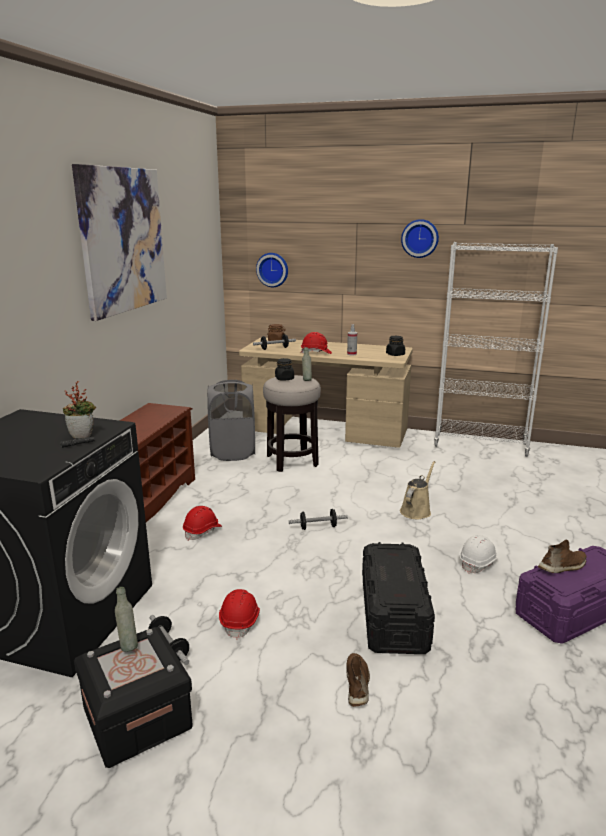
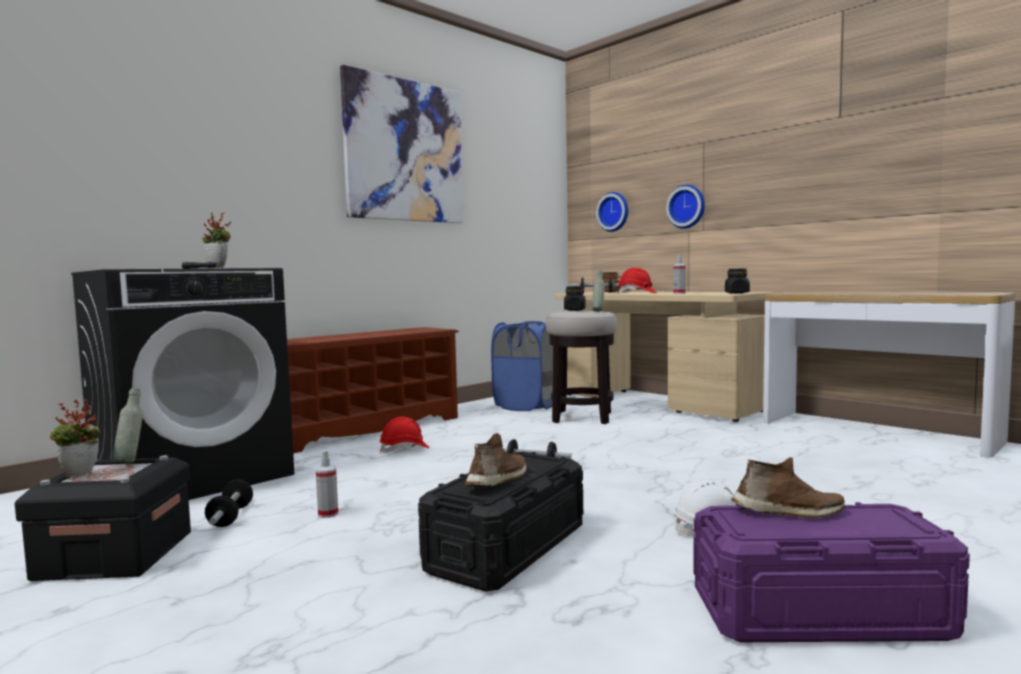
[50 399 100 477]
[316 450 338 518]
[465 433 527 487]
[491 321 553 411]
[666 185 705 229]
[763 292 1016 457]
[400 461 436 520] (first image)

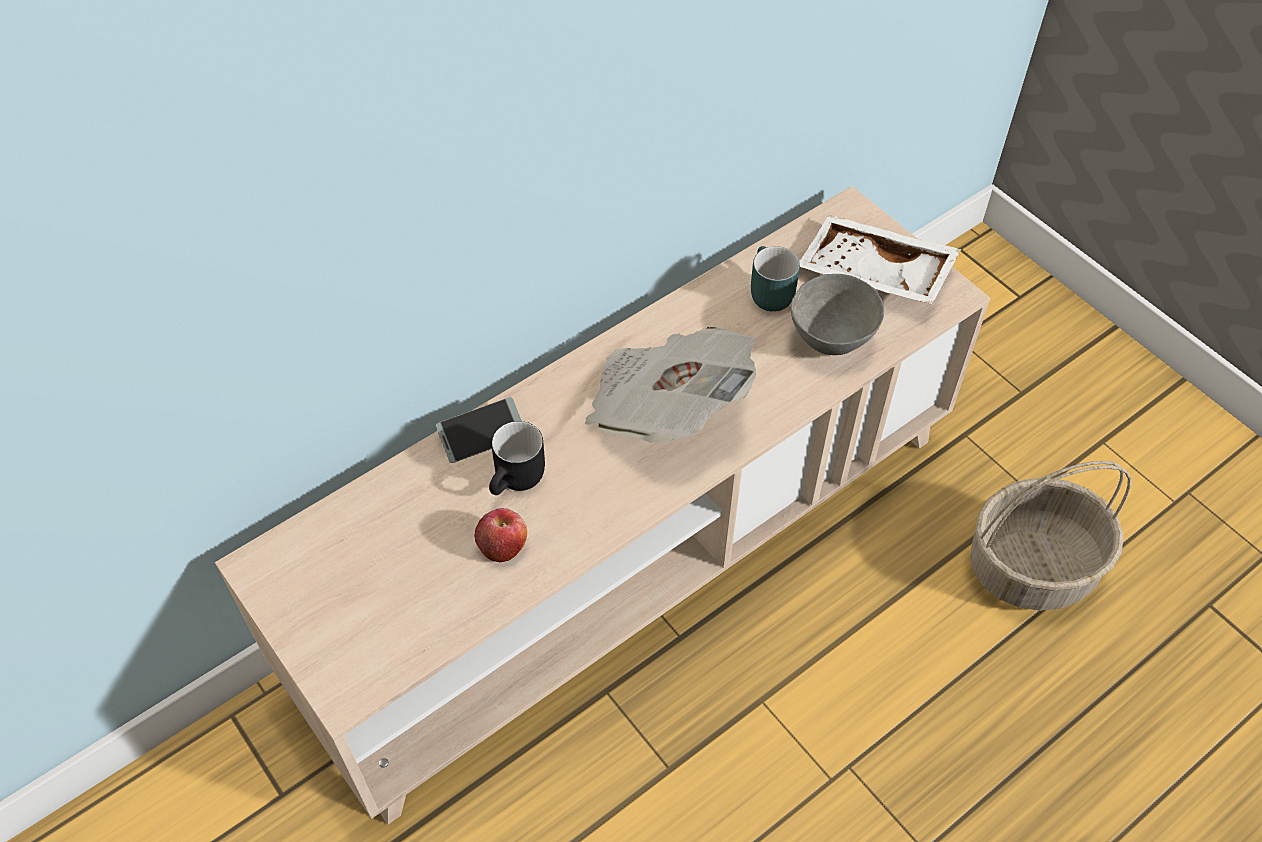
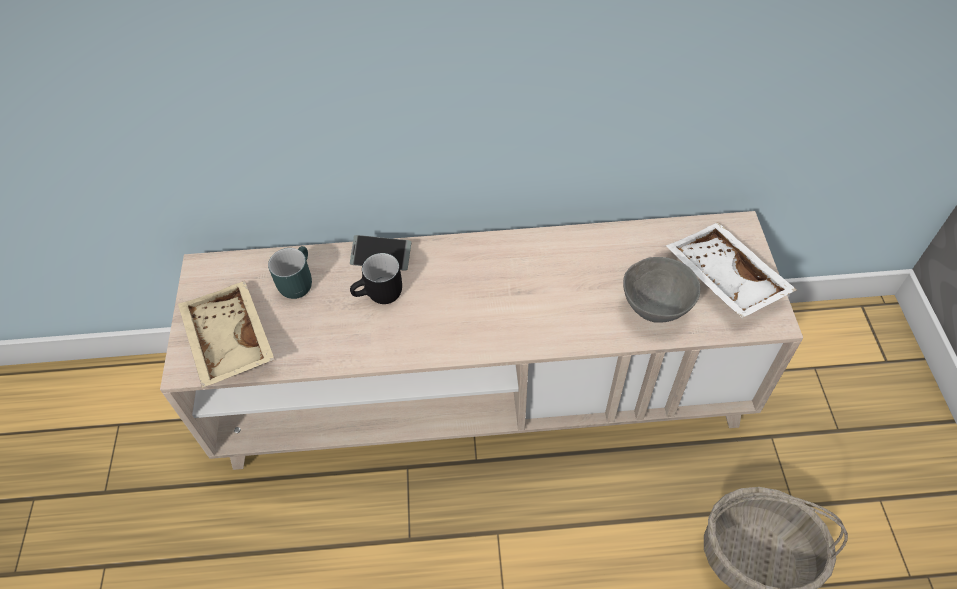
[178 281 275 388]
[268 246 312 299]
[474 508 527 562] (first image)
[585 326 756 443] (first image)

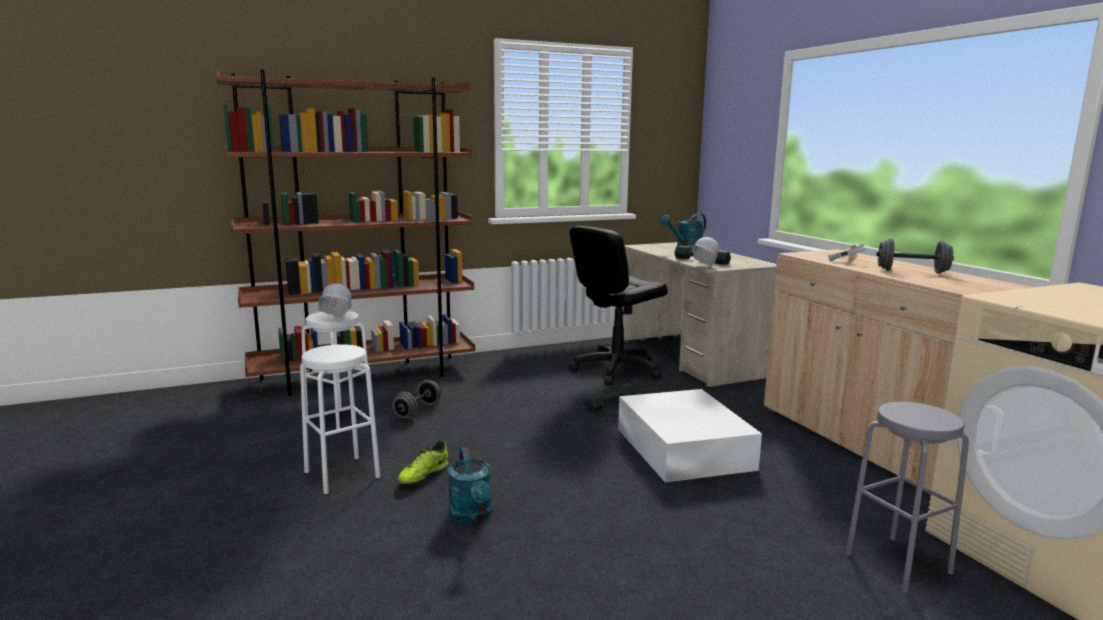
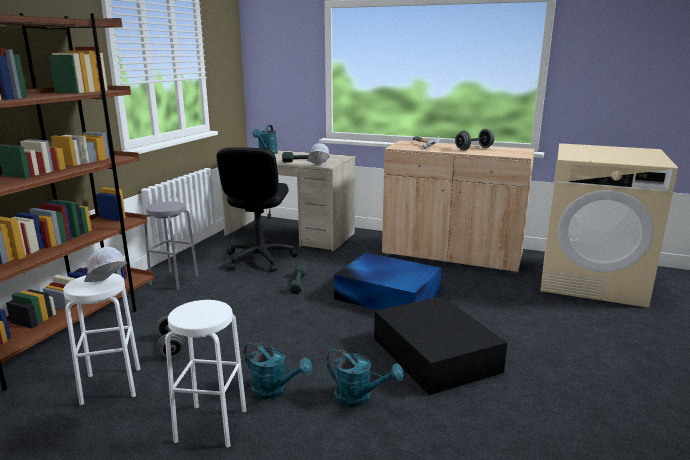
[144 201 198 289]
[244 342 312 399]
[334 253 442 310]
[374 296 507 395]

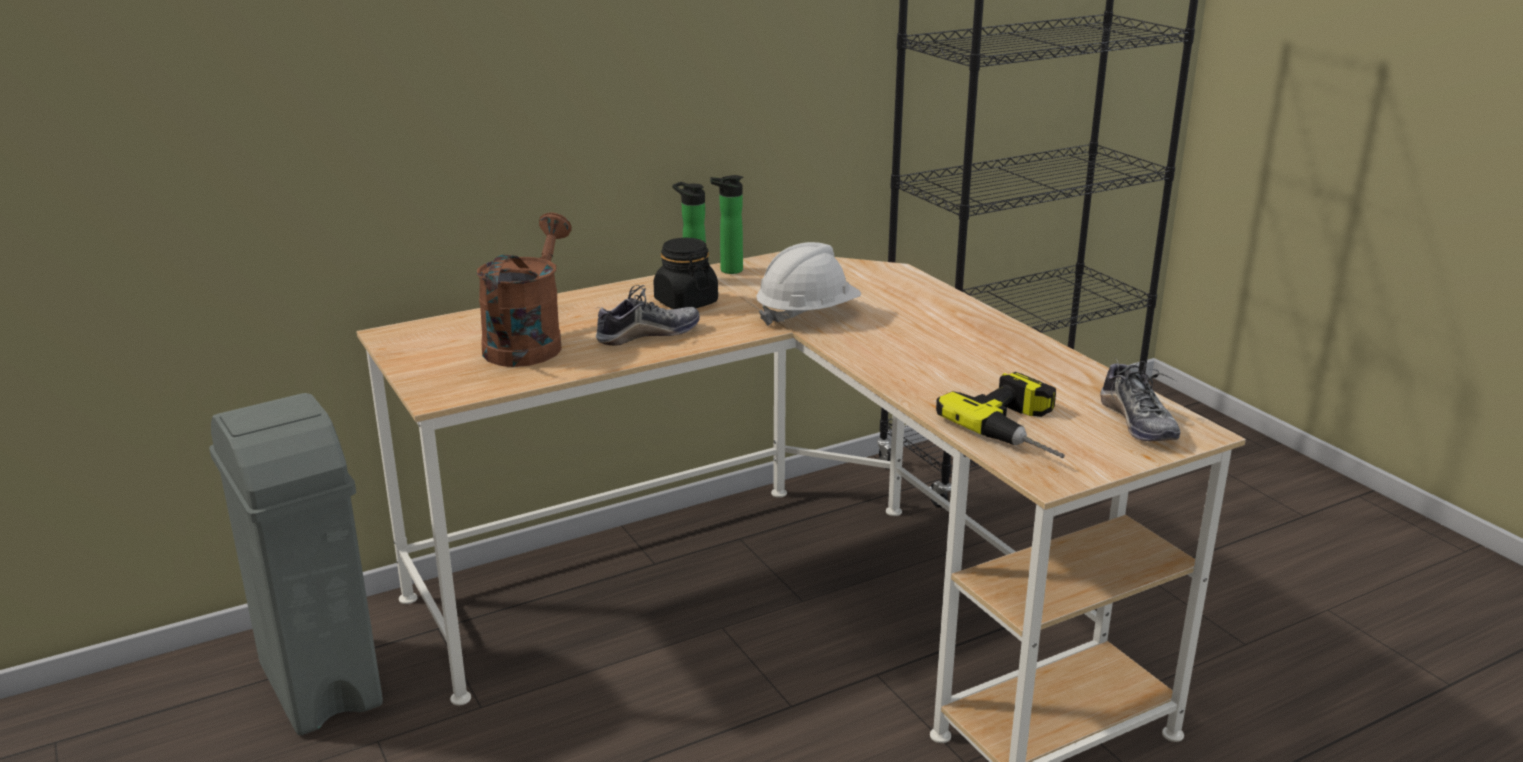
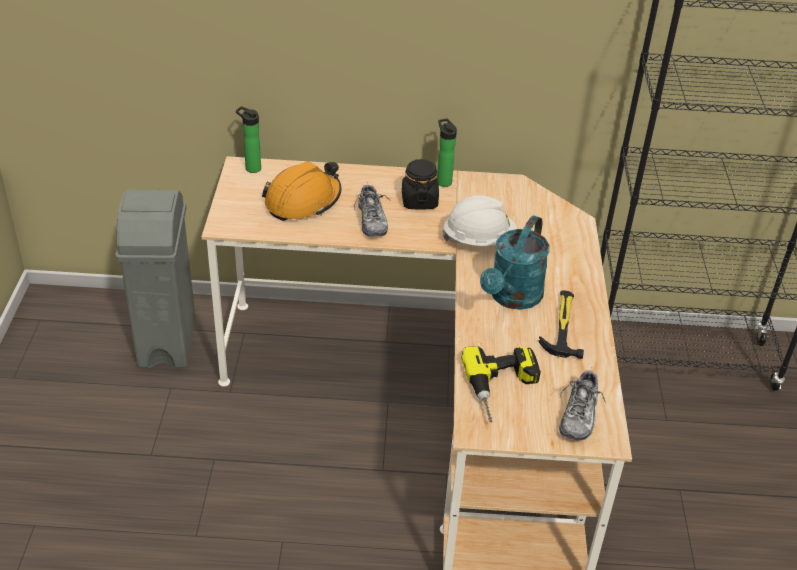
[236 106 261 173]
[262 161 341 221]
[354 182 391 237]
[480 215 550 310]
[538 290 584 359]

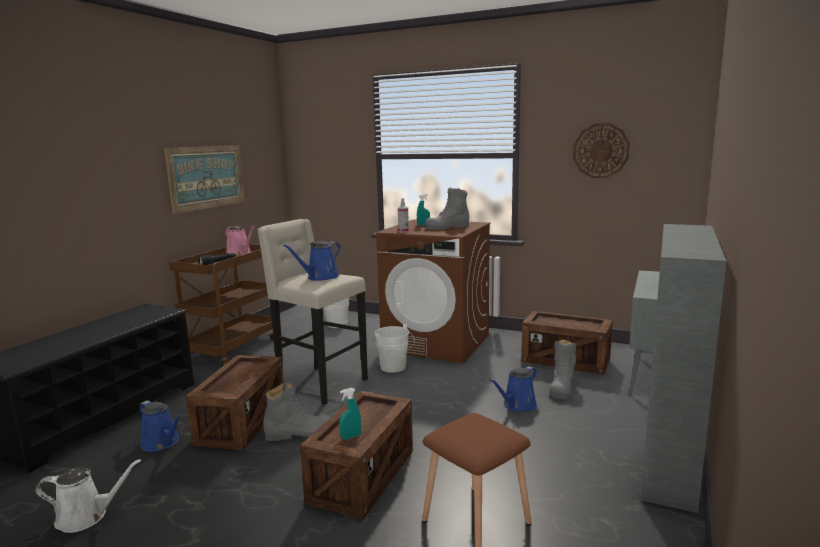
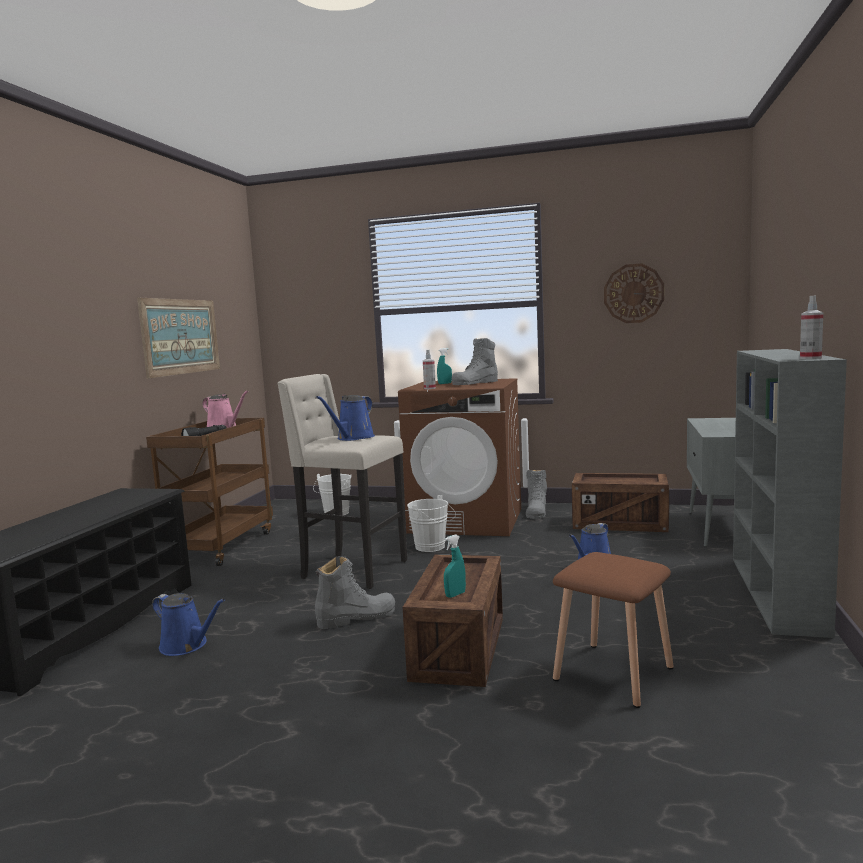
[526 470 547 519]
[800 295 823 359]
[35 459 141 533] (first image)
[186 355 284 450] (first image)

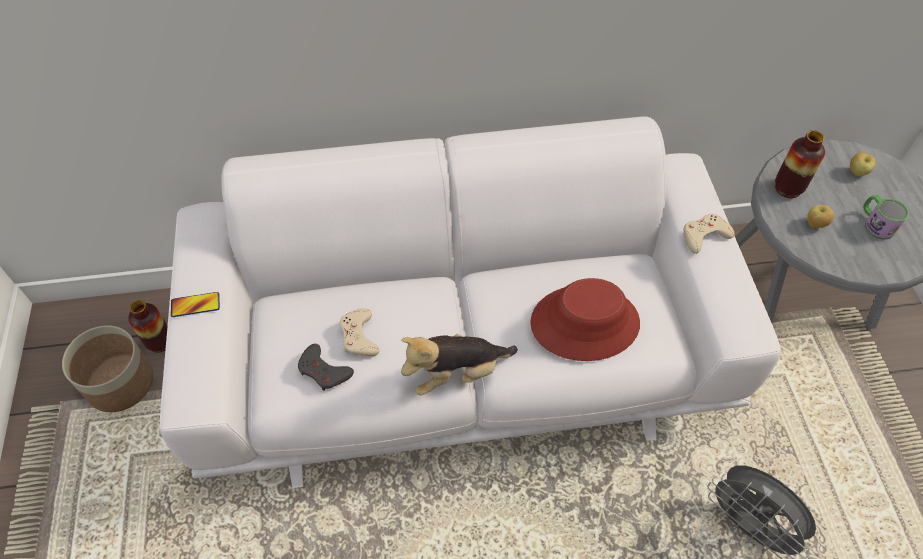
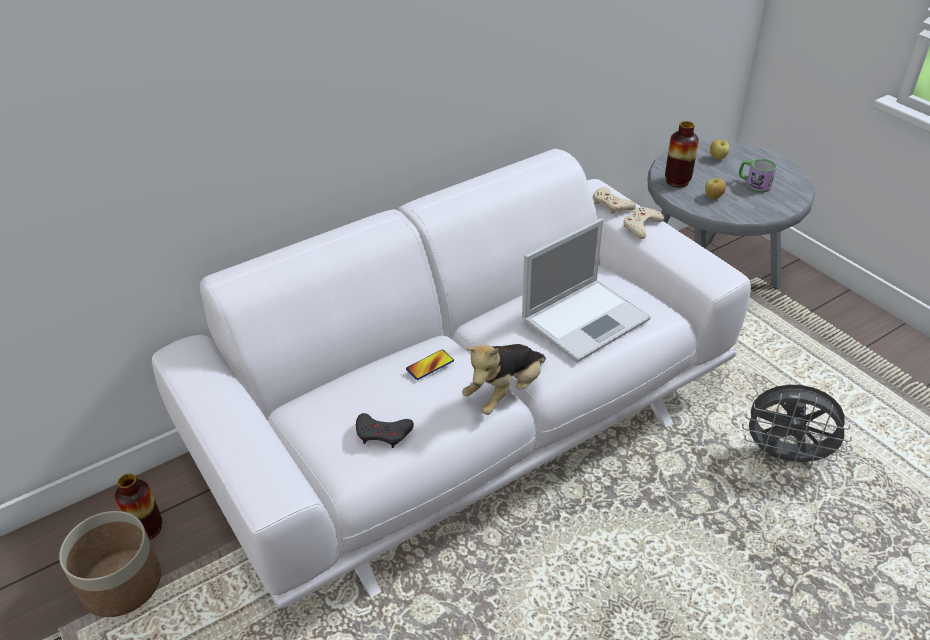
[406 349 454 380]
[522 218 651 362]
[593 187 636 214]

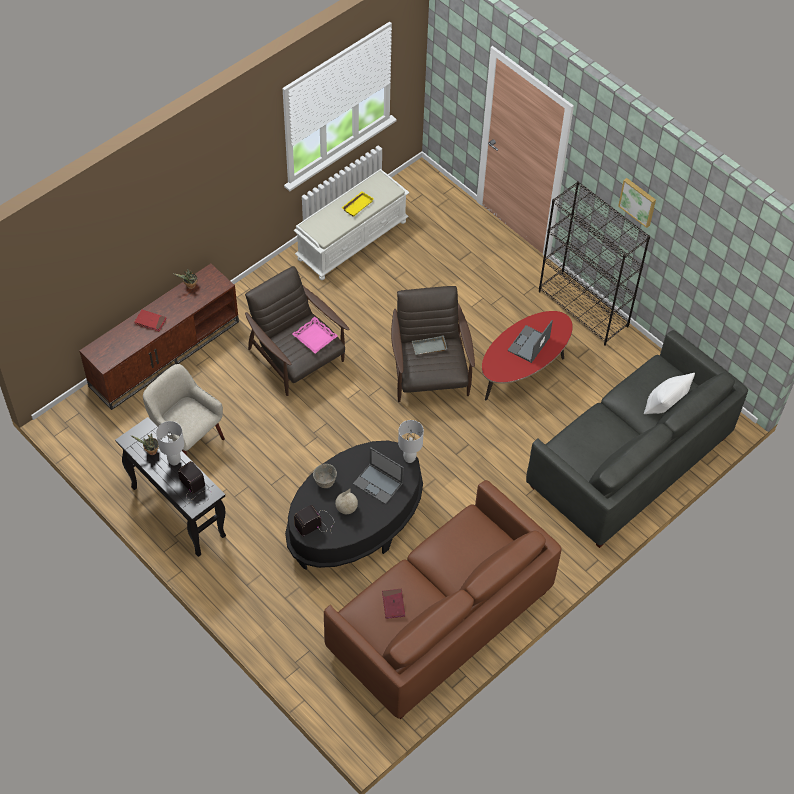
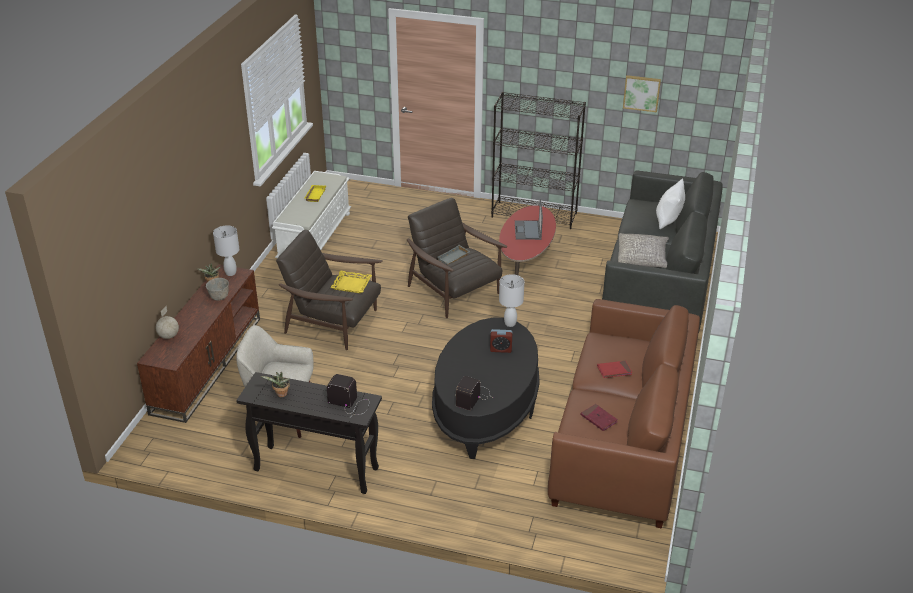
[156 306 179 339]
[206 278 229 301]
[213 226 239 276]
[330 270 372 293]
[490 329 512 353]
[597 361 632 378]
[618 233 669 268]
[623 75 661 112]

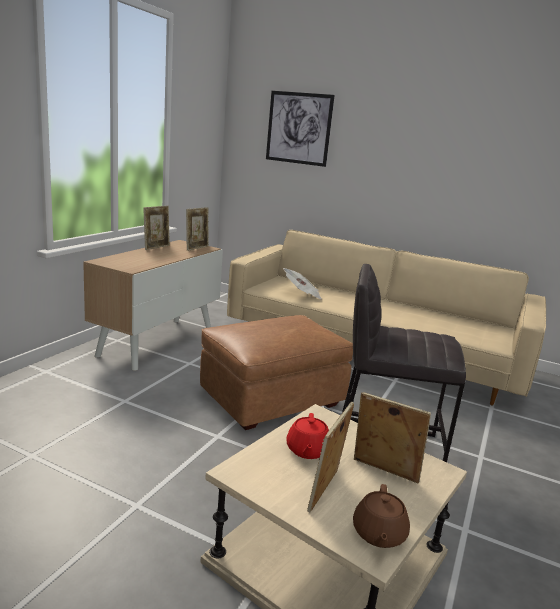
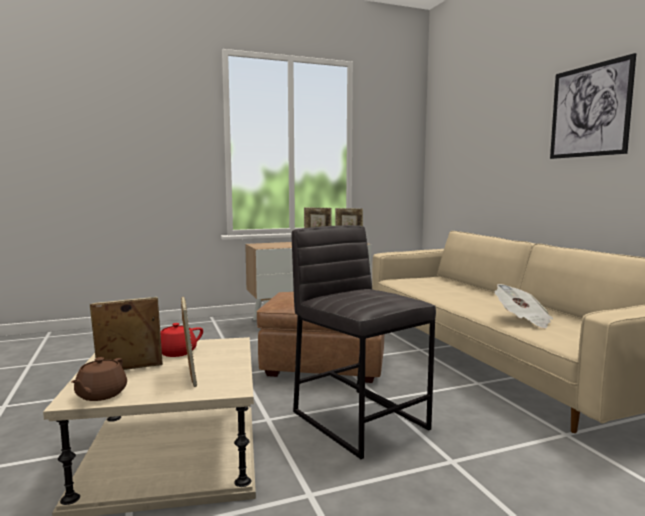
[72 357 127 401]
[495 284 553 328]
[550 53 636 159]

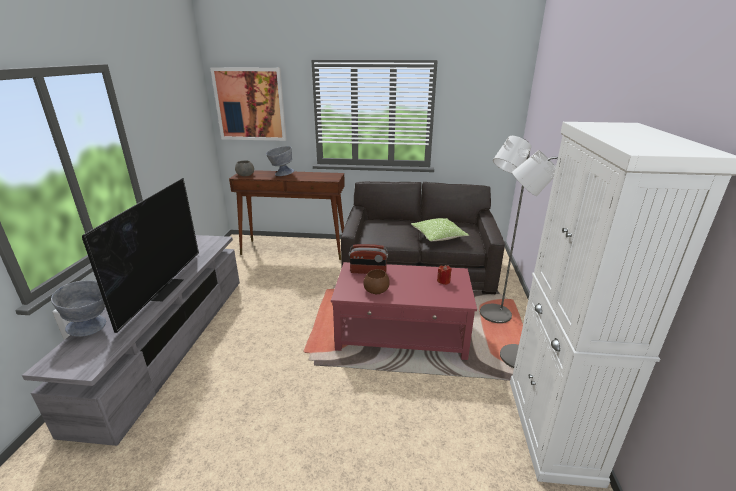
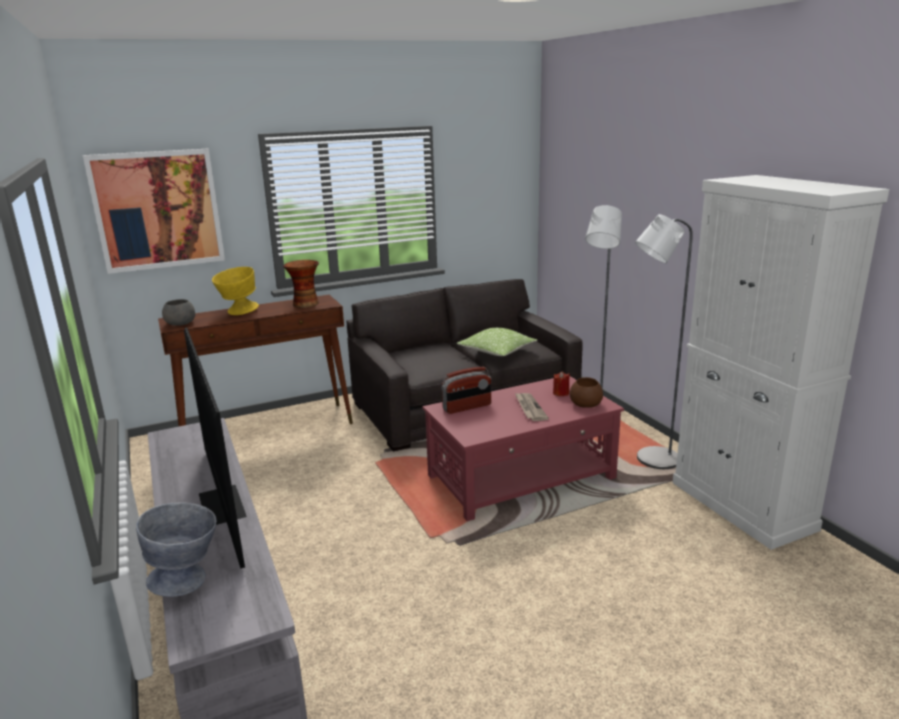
[212 267 259 315]
[283 260 319 308]
[515 393 549 421]
[570 377 603 408]

